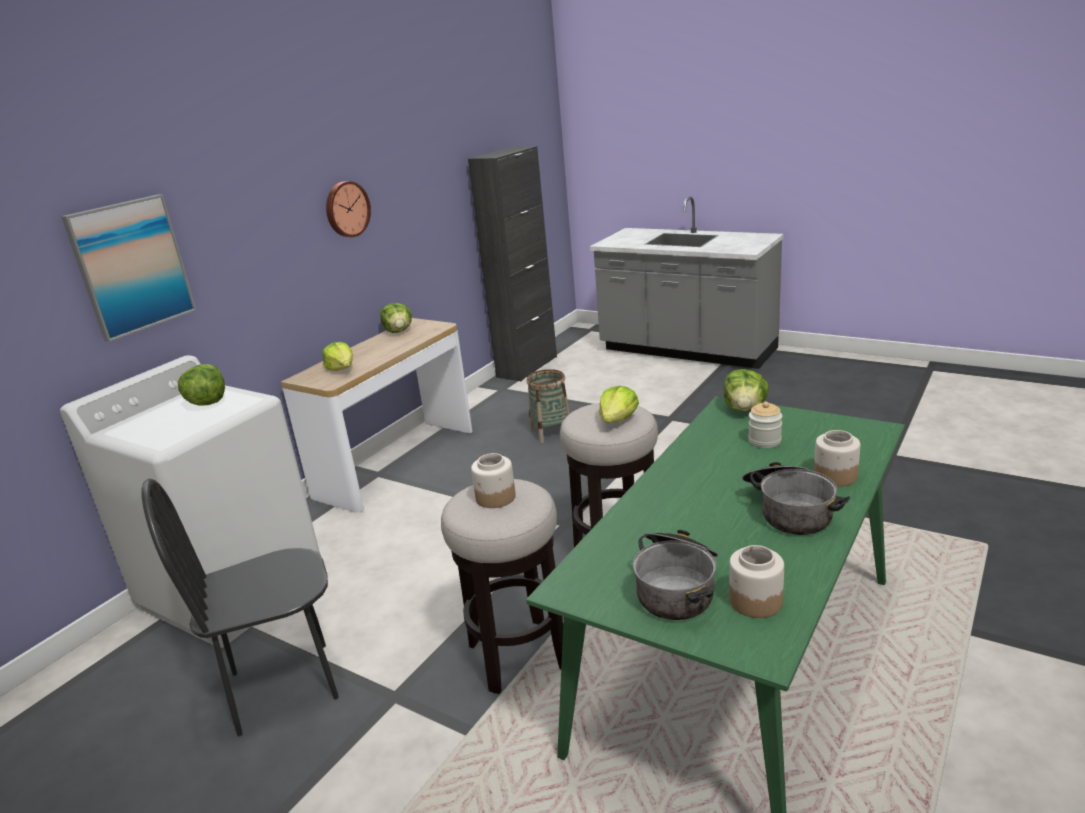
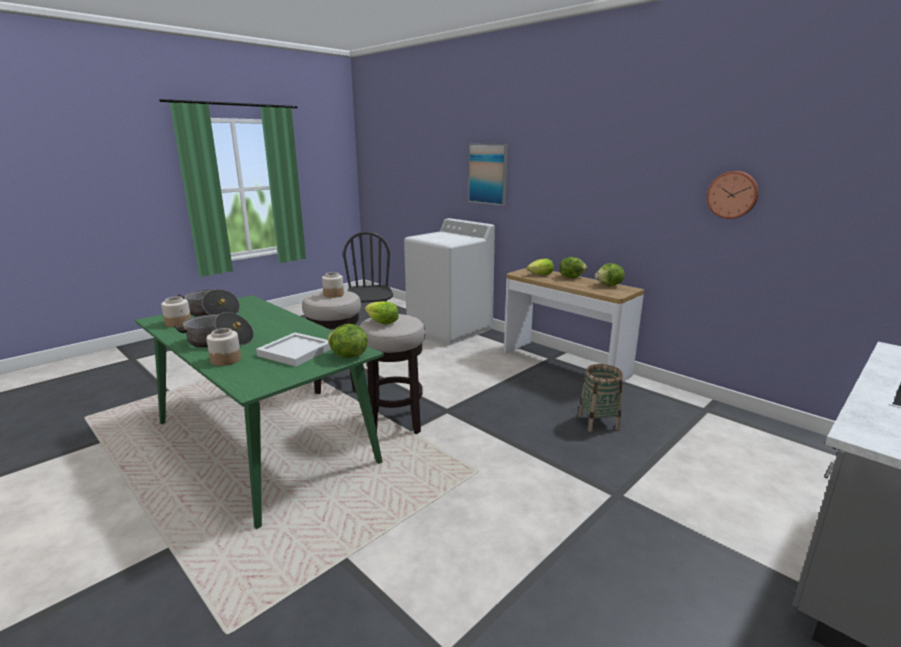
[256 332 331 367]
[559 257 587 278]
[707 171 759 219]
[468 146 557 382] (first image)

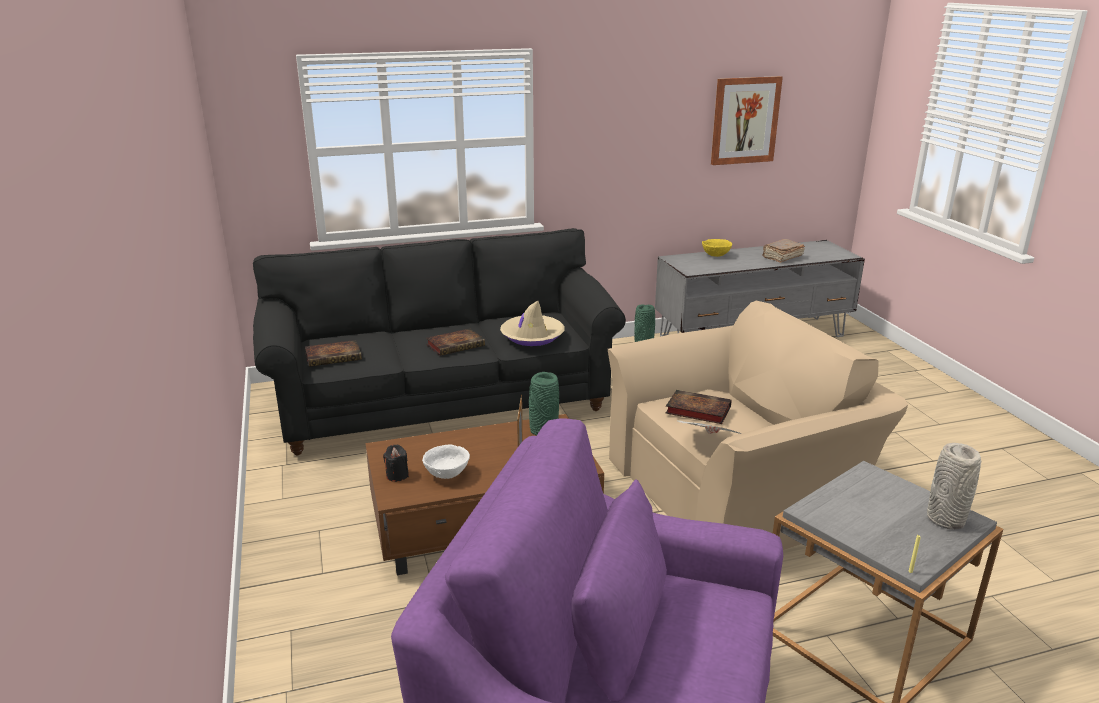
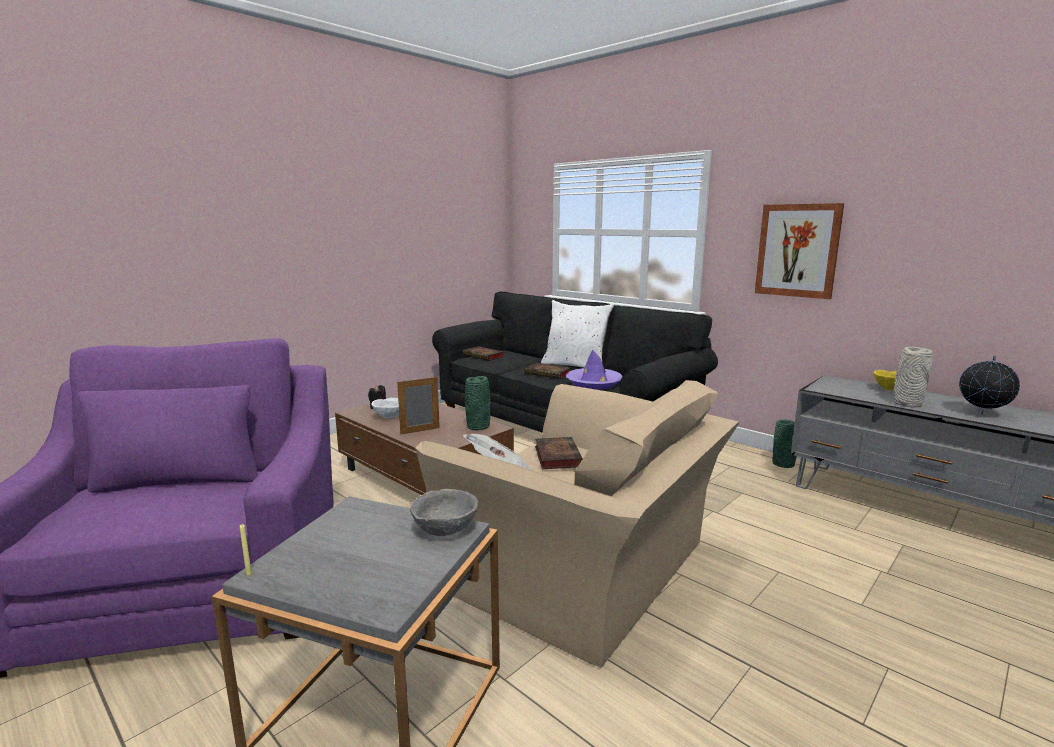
[410 489 478 536]
[541 300 614 368]
[566 350 623 390]
[755 203 844 299]
[893 346 933 407]
[959 356 1020 414]

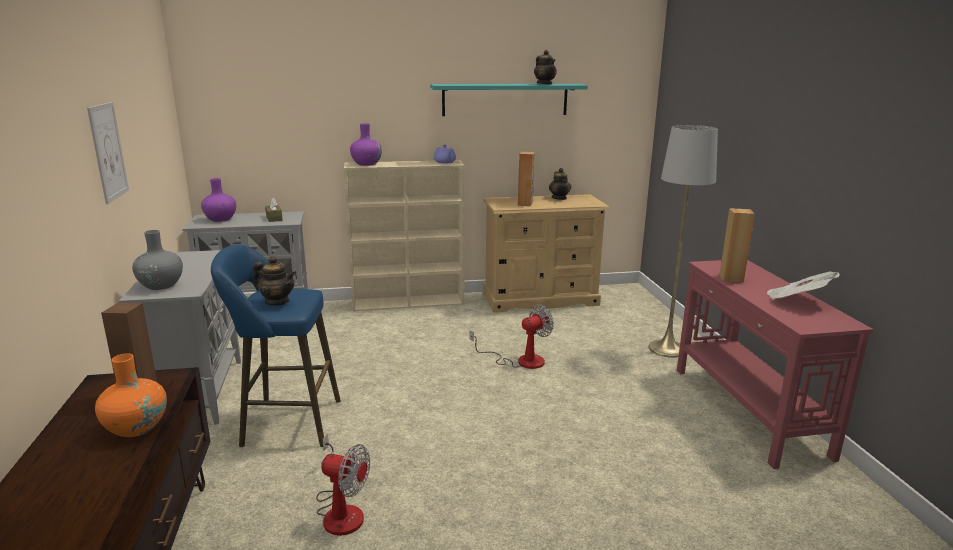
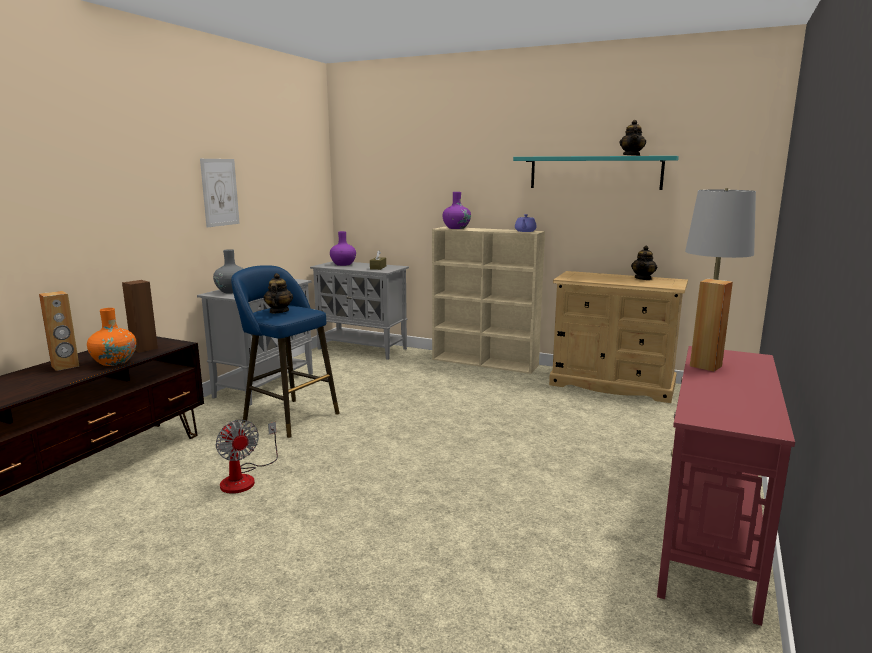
[39 291 79 371]
[264 273 293 313]
[470 305 554 369] (first image)
[767 271 840 300] (first image)

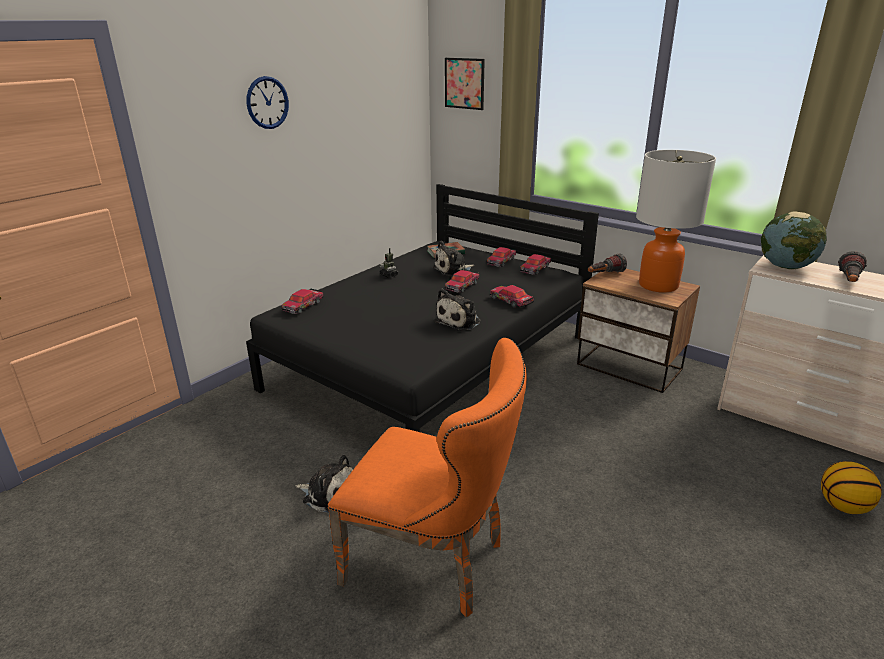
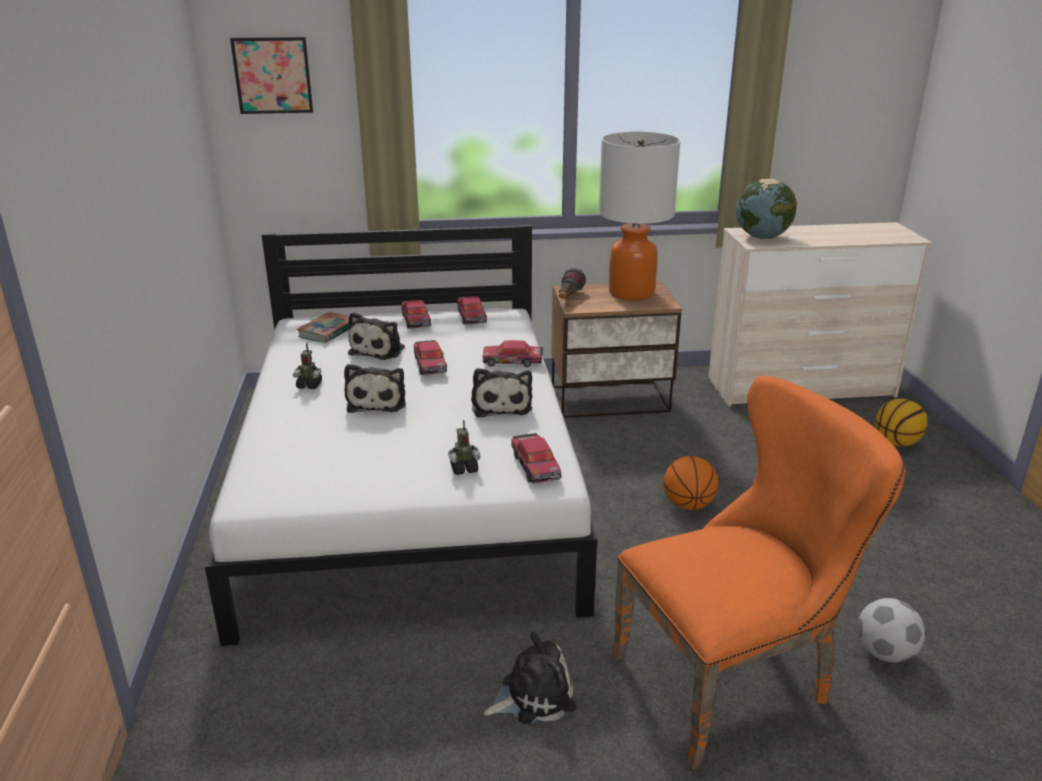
[205 225 597 646]
[344 364 406 413]
[448 420 480 475]
[511 433 562 483]
[664 456 718 510]
[857 598 925 663]
[246 76 289 129] (first image)
[838 251 867 282] (first image)

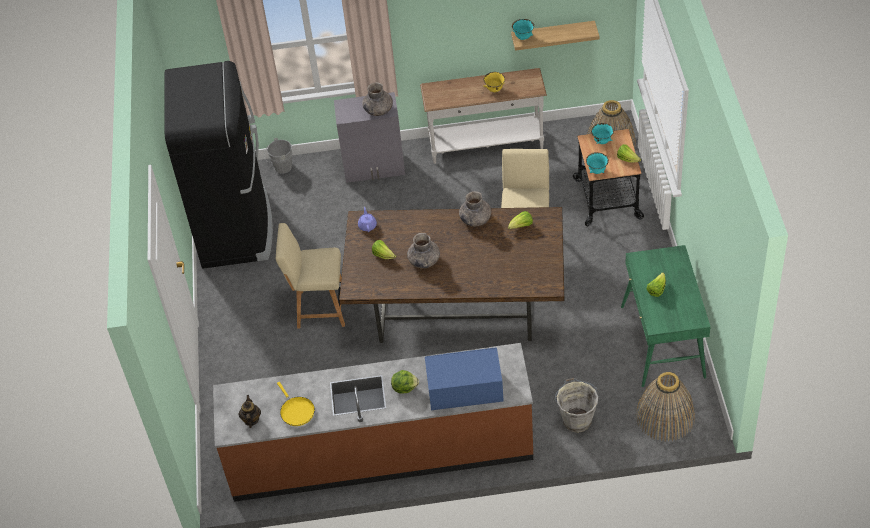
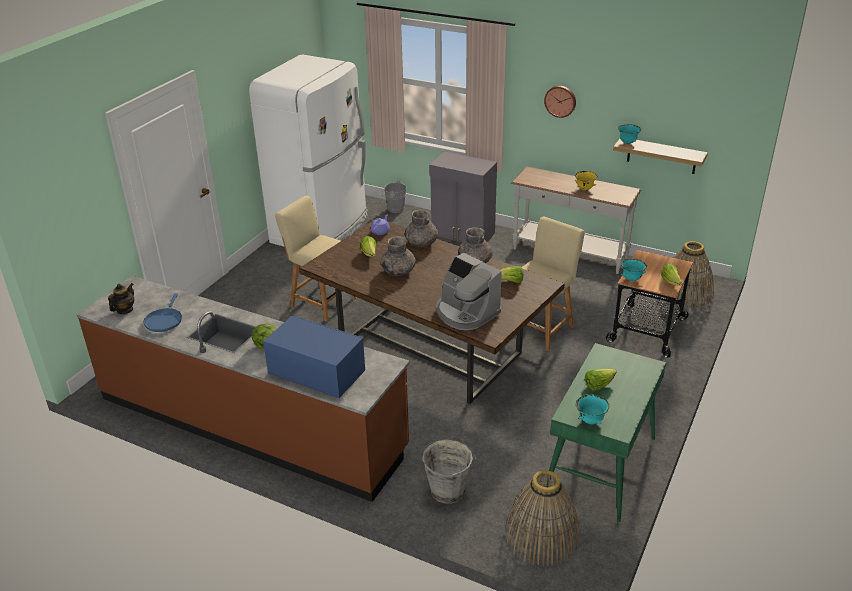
[143 294 182 332]
[249 54 368 246]
[405 209 438 247]
[436 253 501 331]
[544 86 576 118]
[576 394 609 424]

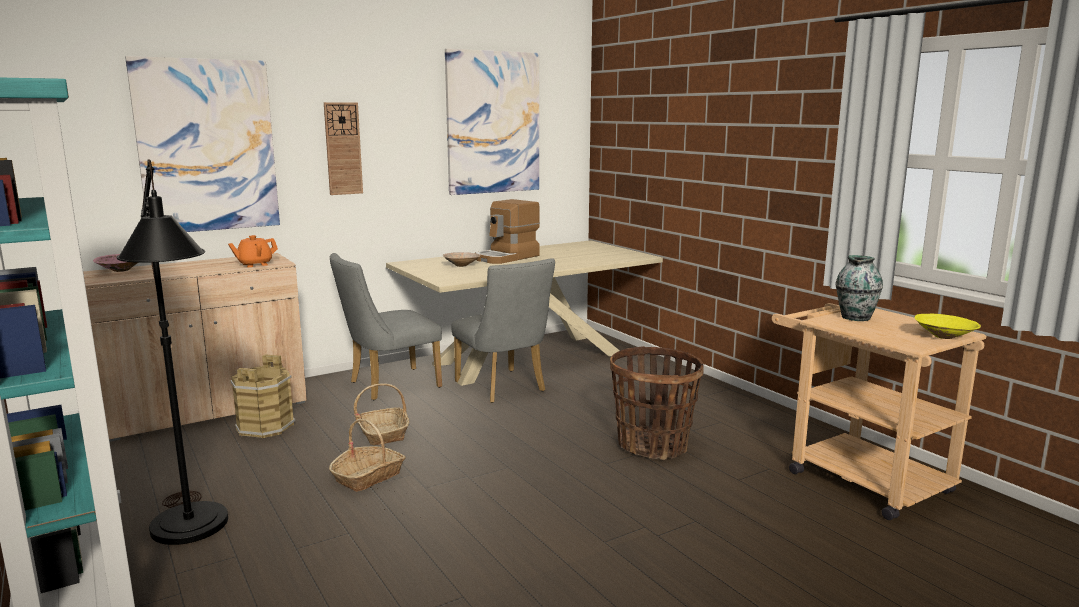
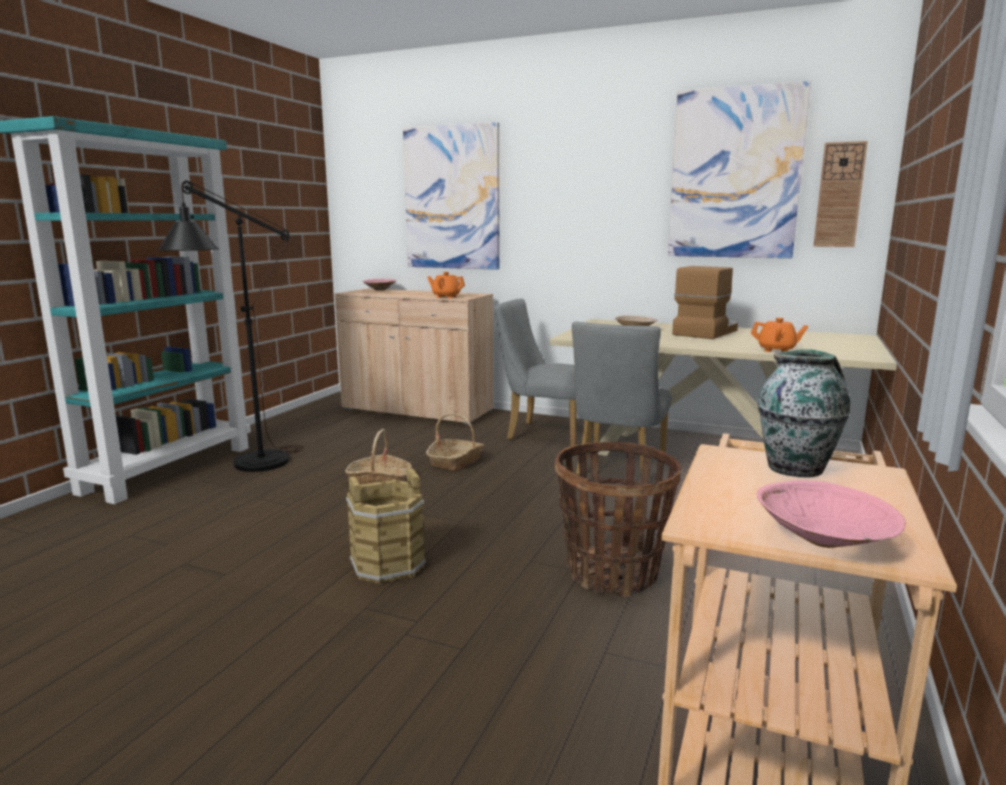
[346 469 426 584]
[672 266 738 339]
[751 318 808 352]
[757 480 905 548]
[813 141 868 247]

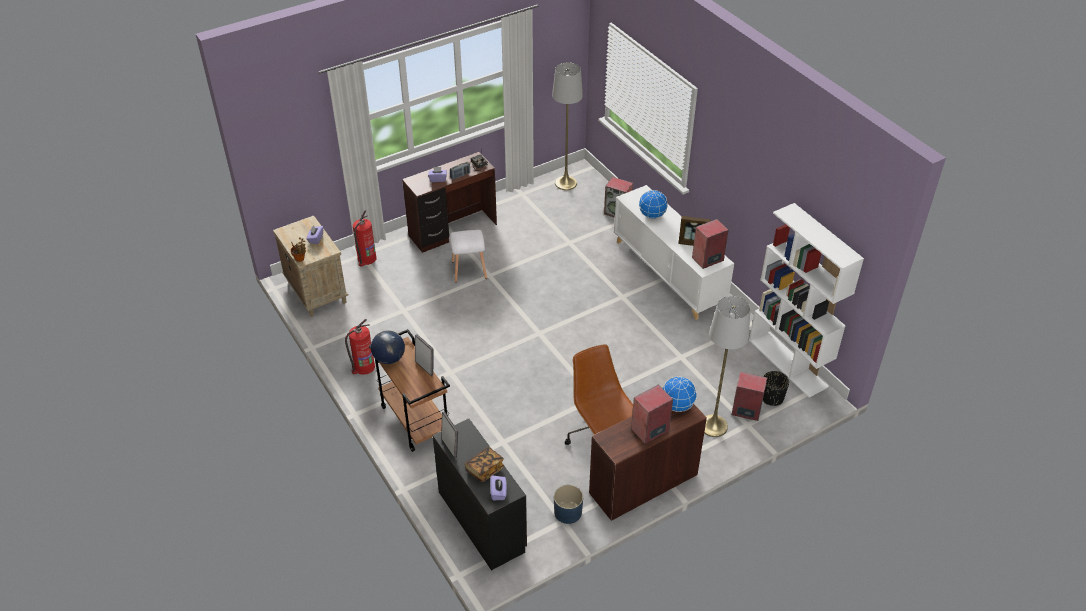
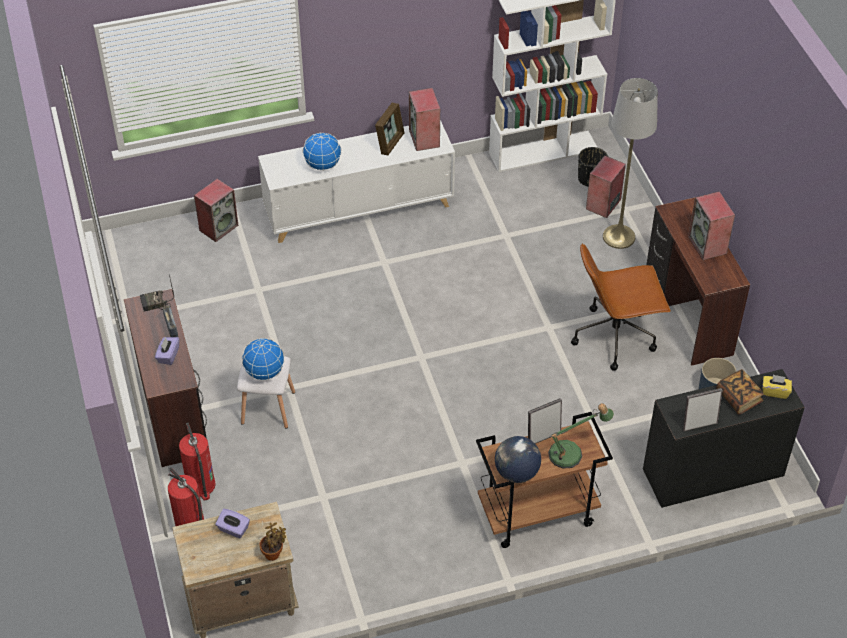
[179 422 216 501]
[241 338 285 380]
[548 403 614 469]
[762 374 792 399]
[552 63 583 190] (first image)

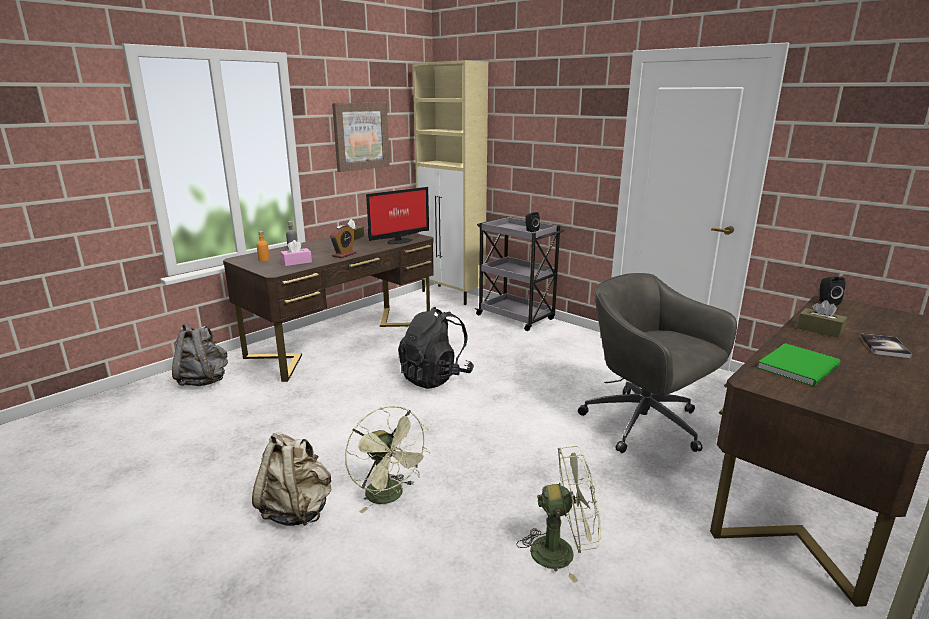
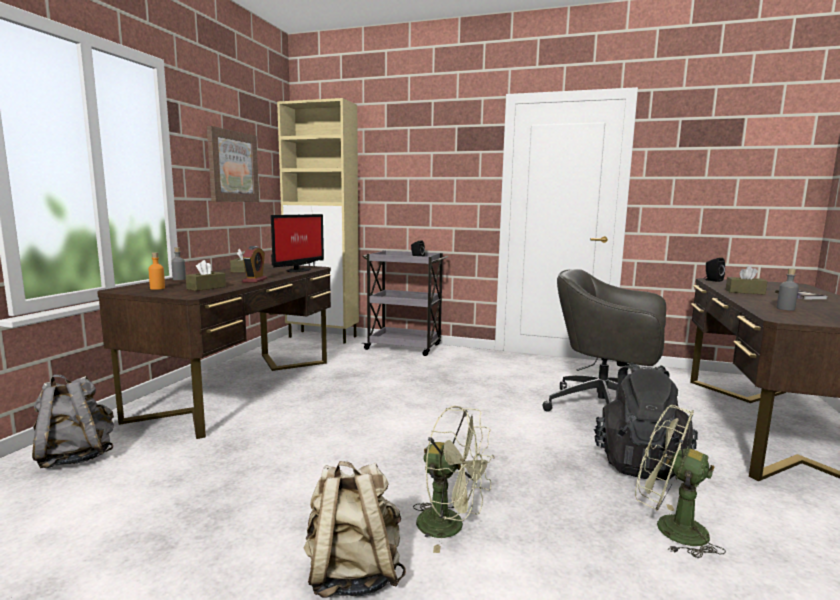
[186 260 226 291]
[594 362 698 480]
[635 405 726 558]
[776 268 799 311]

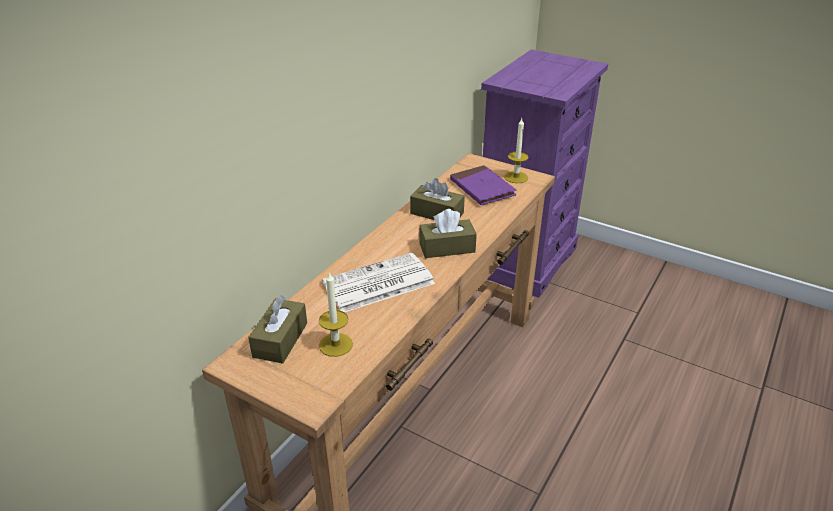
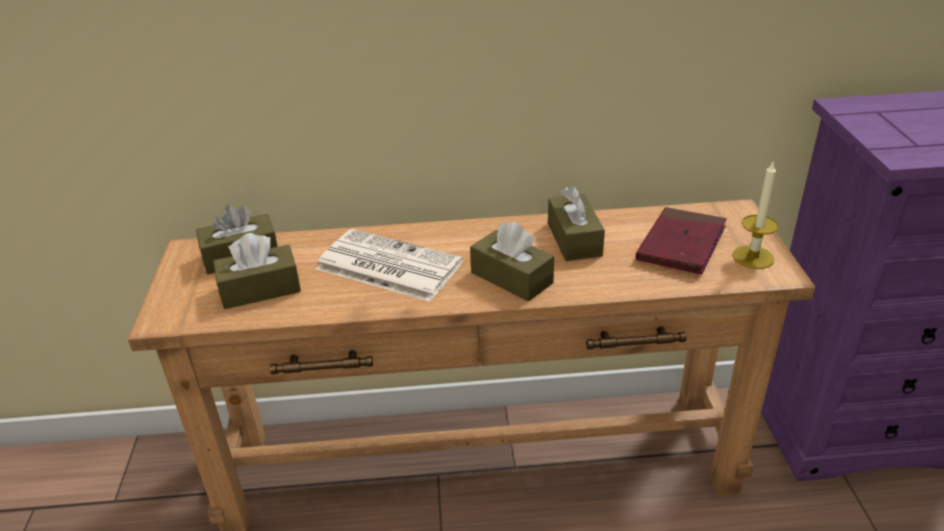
[213 233 301 309]
[636 207 727 275]

